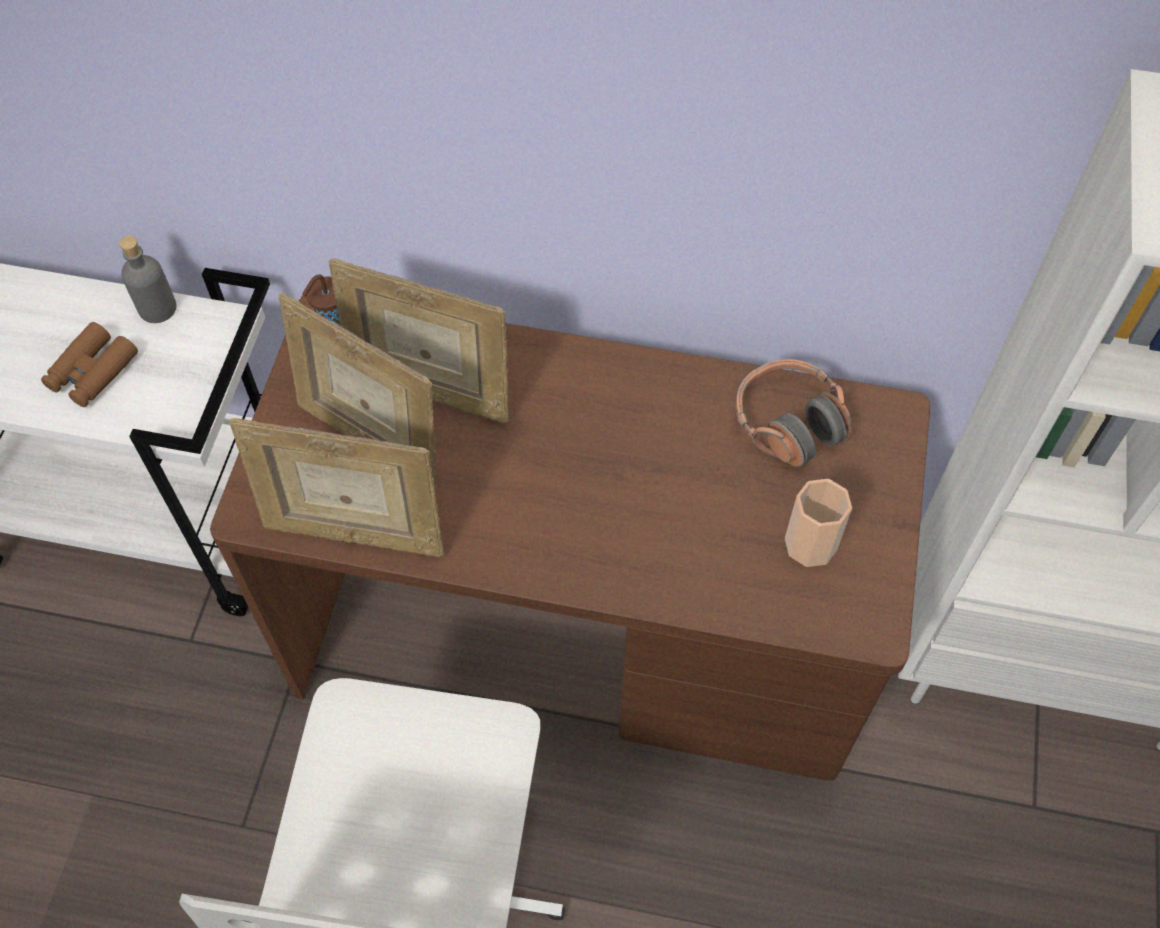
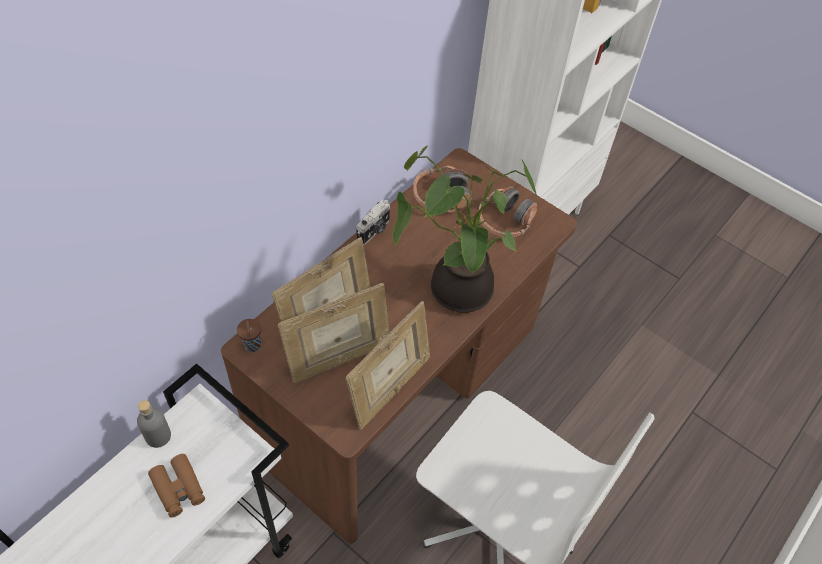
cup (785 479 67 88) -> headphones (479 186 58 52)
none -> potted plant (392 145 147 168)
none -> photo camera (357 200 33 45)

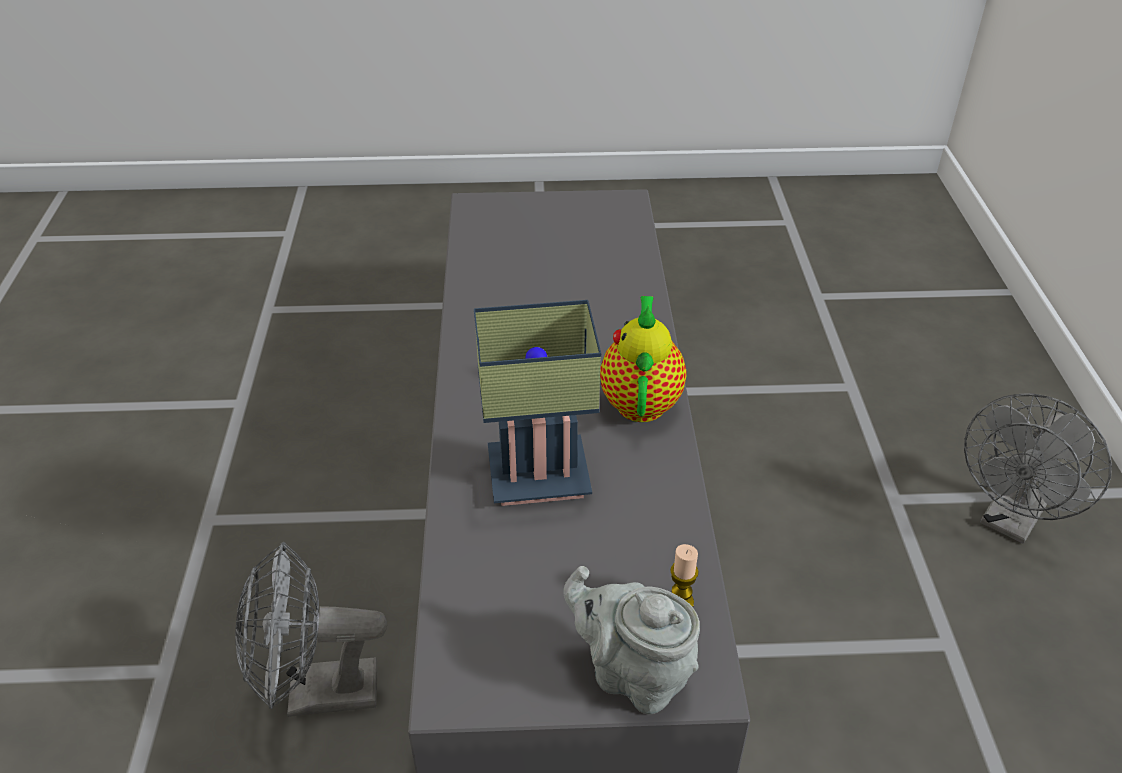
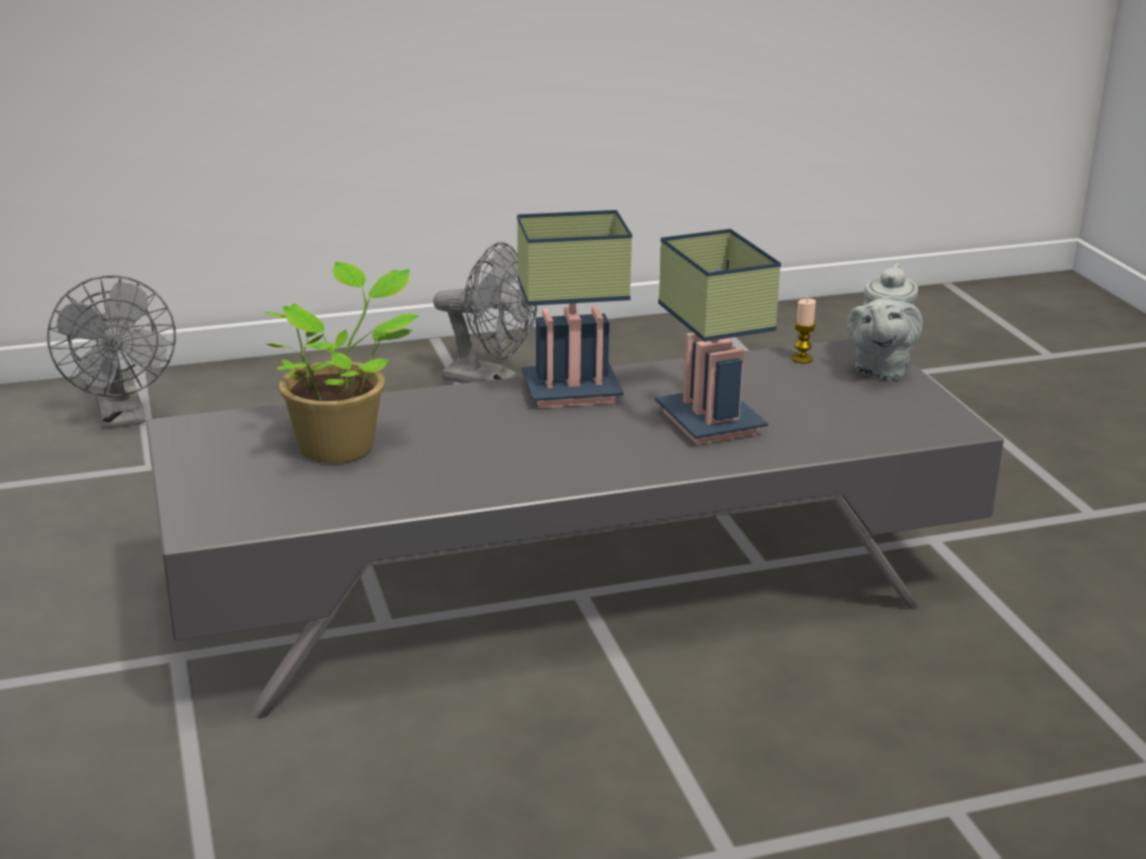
teapot (600 296 87 126) -> table lamp (517 210 115 198)
fan (grey) (235 542 152 175) -> fan (grey) (47 275 129 154), moved
none -> potted plant (264 262 156 201)

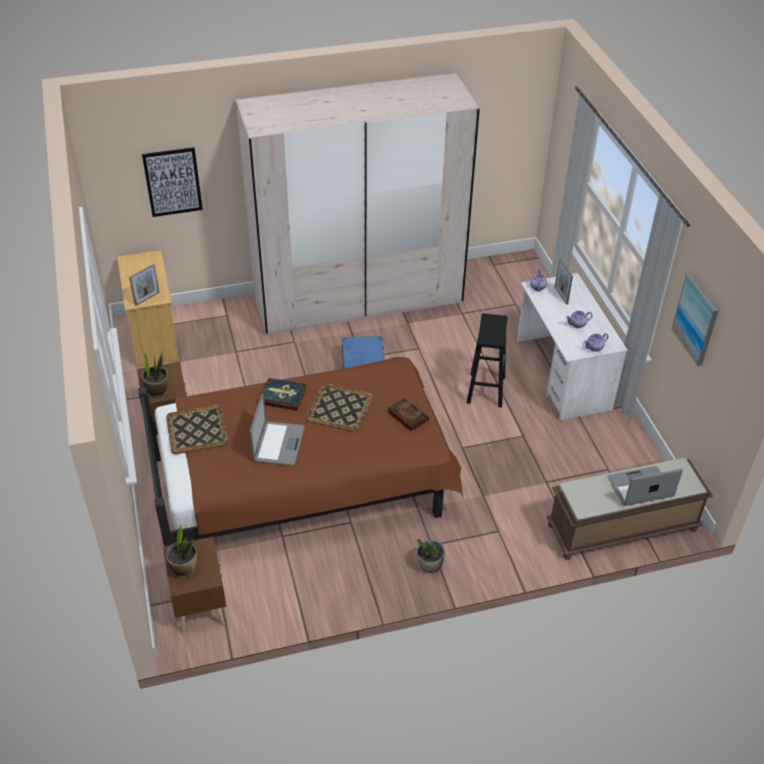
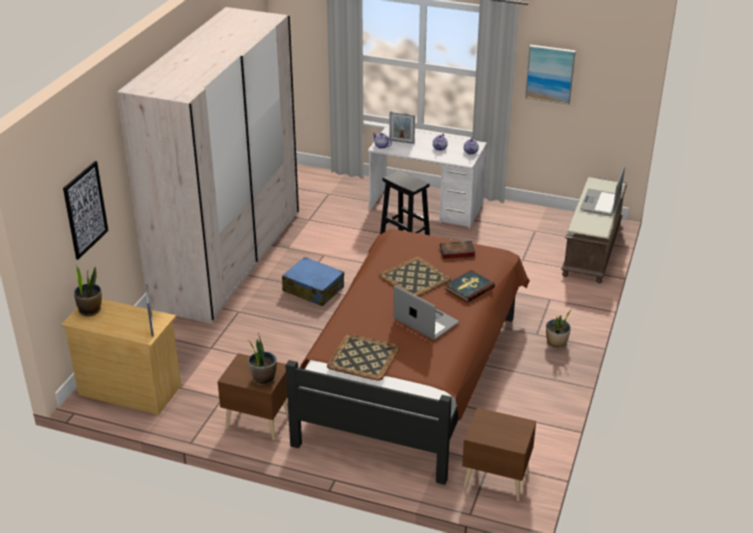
book (259 378 47 32) -> book (445 270 50 33), moved
potted plant (166 524 31 54) -> potted plant (74 265 28 51), moved

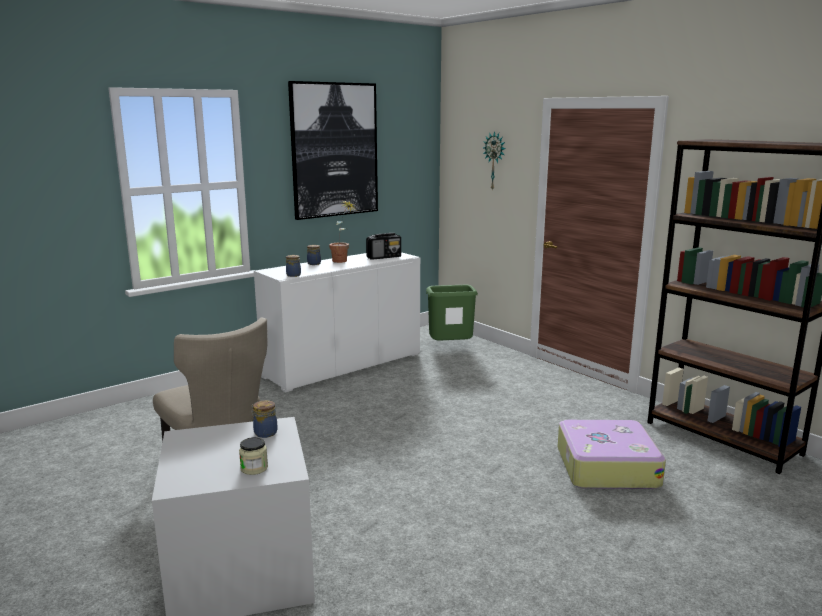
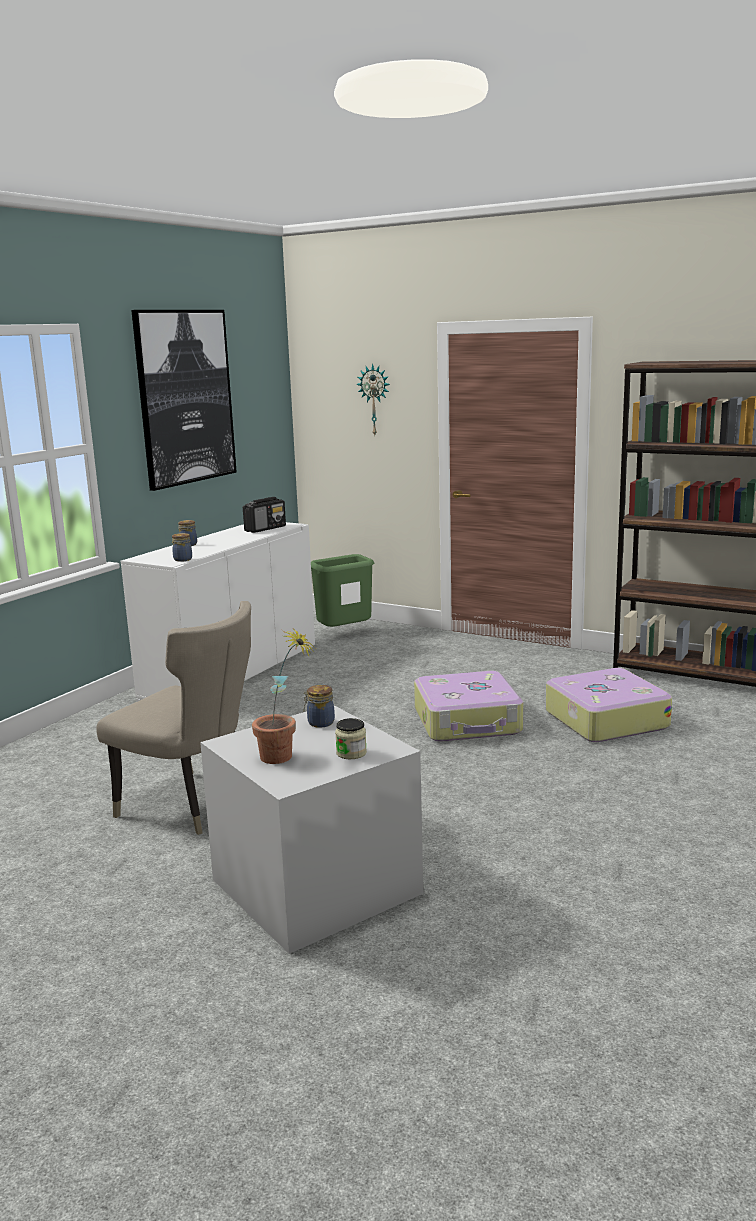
potted plant (329 200 26 63) -> potted plant (252 630 65 134), moved
none -> suitcase (414 671 109 70)

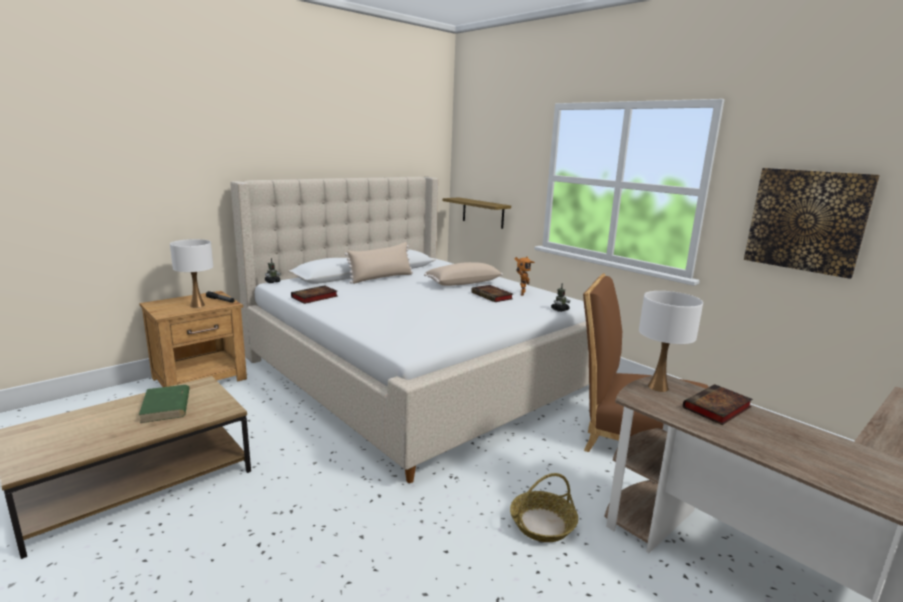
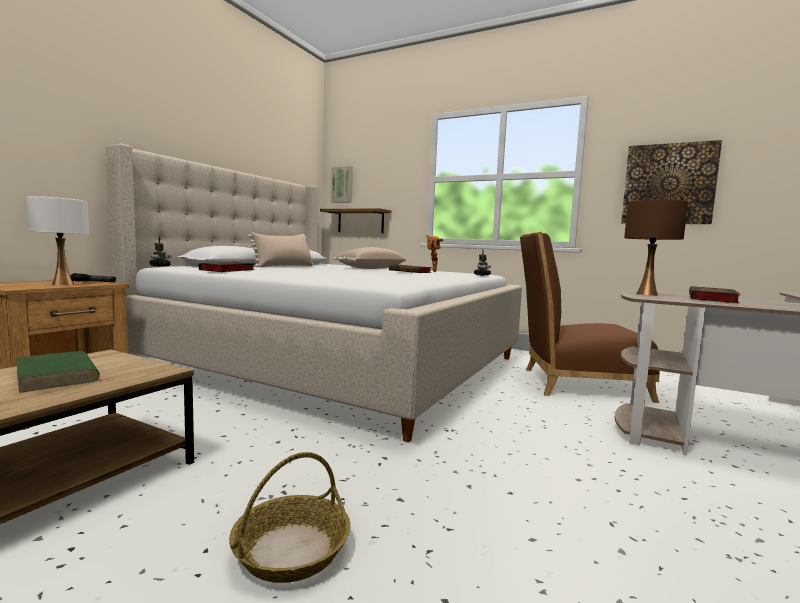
table lamp (white) (639 291 64 101) -> table lamp (brown) (624 199 64 97)
basket (510 473 68 69) -> basket (229 452 121 131), moved
none -> picture (331 166 22 37)

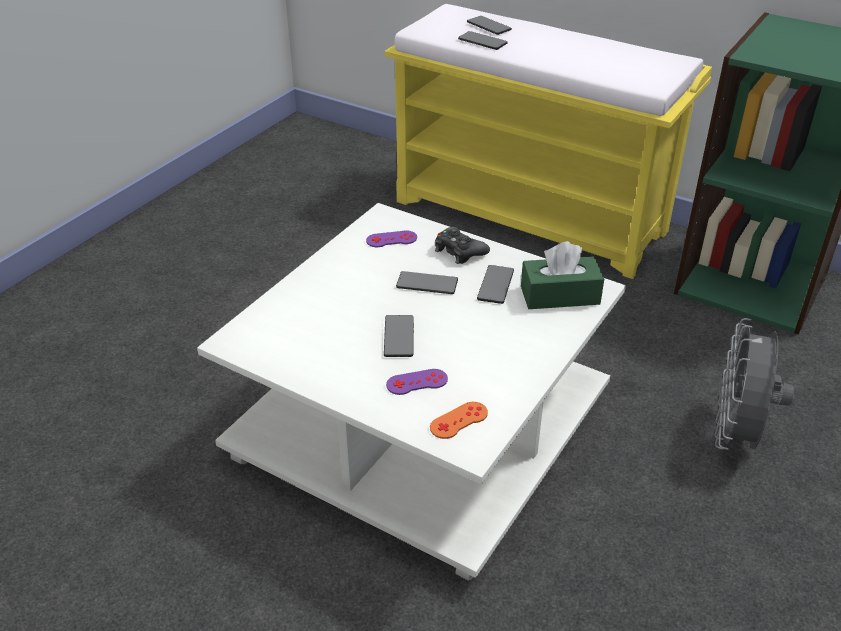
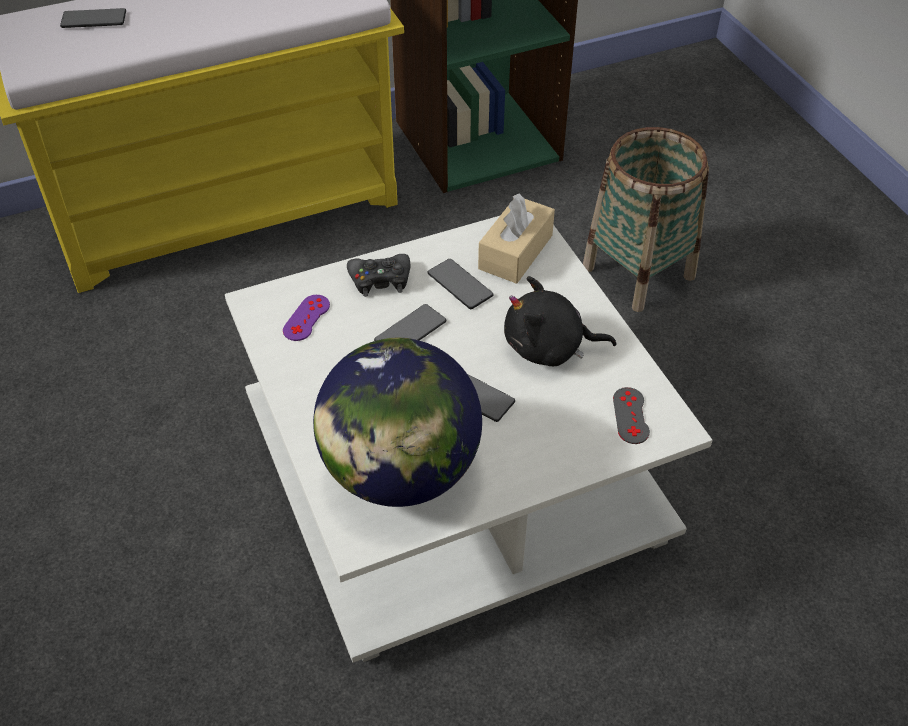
phone (458 31 50 19) -> none
tissue box (green) (521 241 83 68) -> tissue box (beige) (478 193 77 91)
fan (grey) (714 318 80 132) -> basket (583 127 126 185)
game controller (purple) (386 369 62 26) -> none
game controller (orange) (430 402 58 37) -> game controller (grey) (613 387 37 57)
none -> plush toy (black) (504 276 112 90)
none -> globe (313 338 169 169)

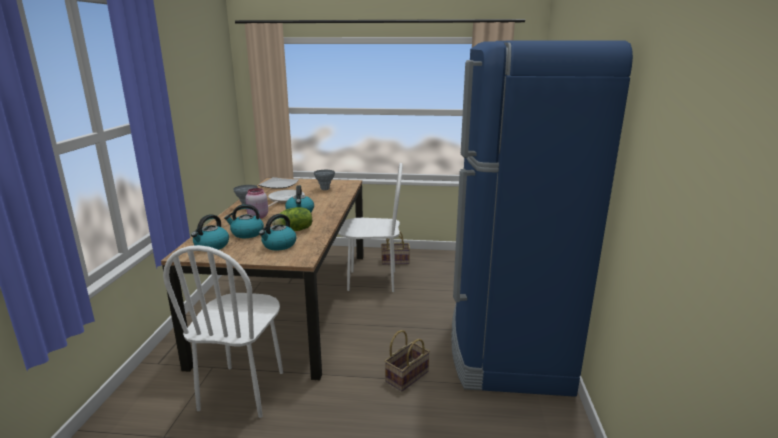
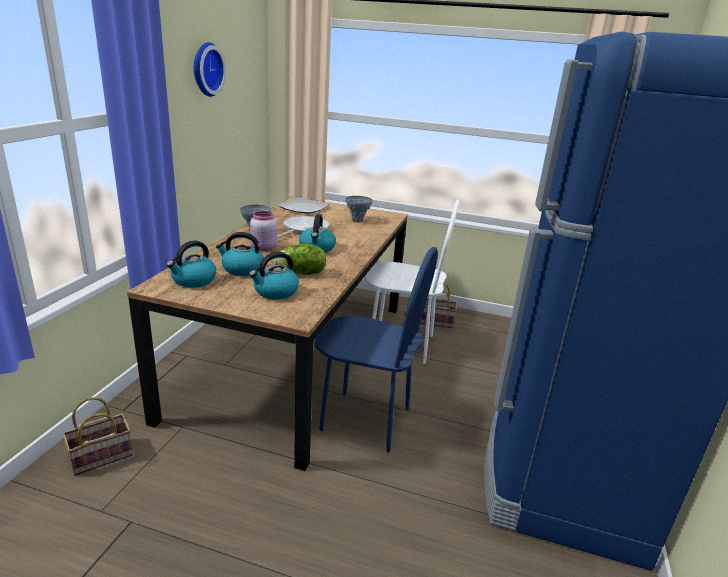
chair (white) (163 245 120 173) -> none
basket (385 330 45 61) -> basket (62 397 71 79), moved
none -> wall clock (194 42 32 55)
none -> chair (blue) (315 247 123 205)

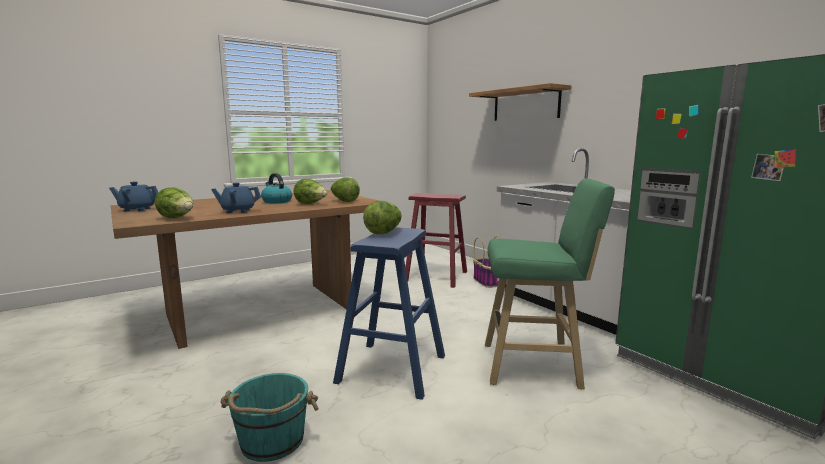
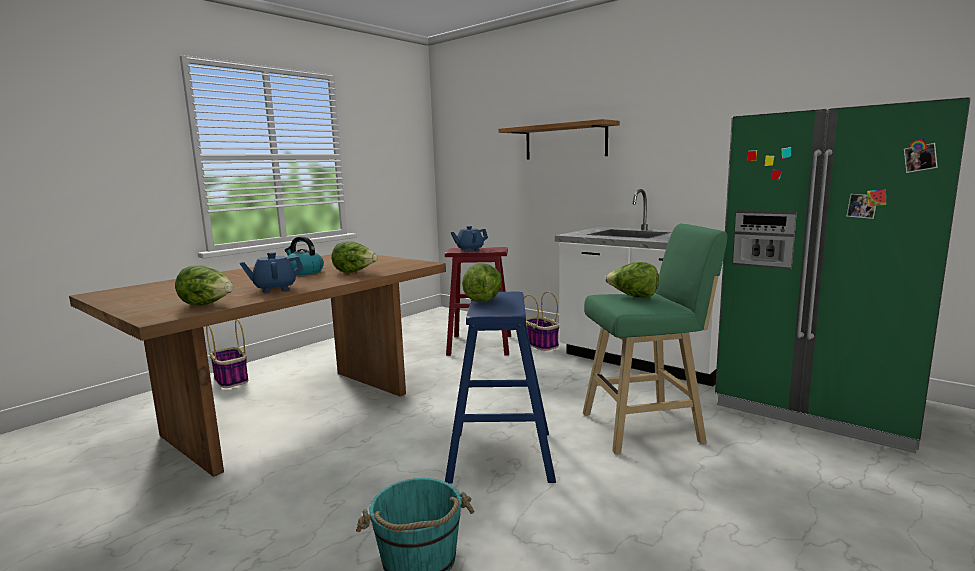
lettuce (331 177 29 25) -> lettuce (605 262 54 36), moved
teapot (blue) (109 182 49 29) -> teapot (blue) (451 226 37 26), moved
none -> basket (206 319 42 69)

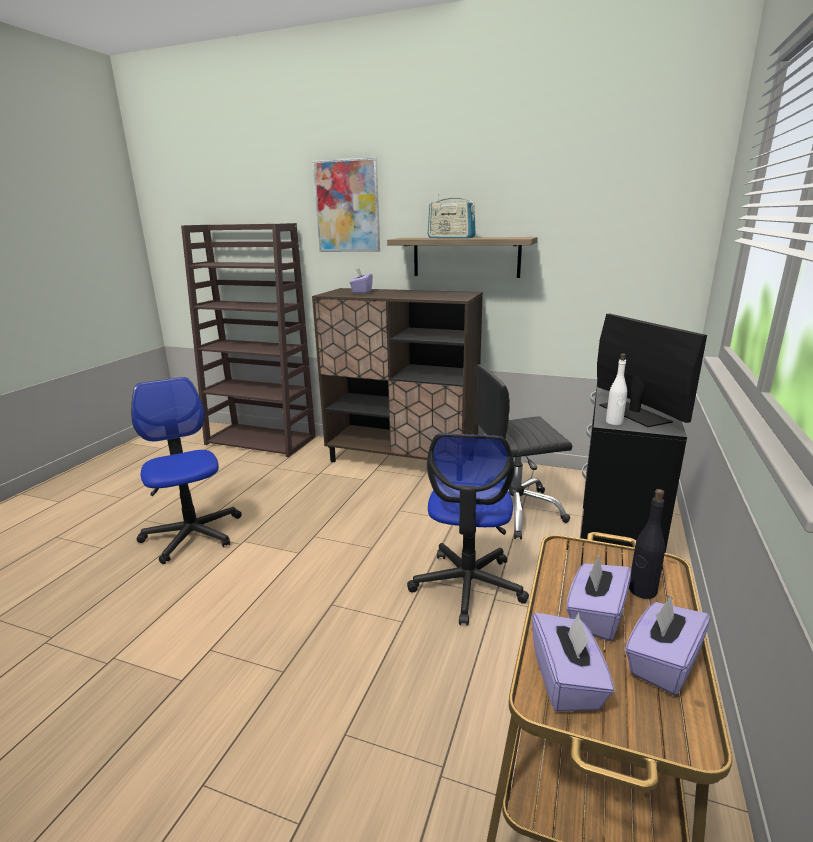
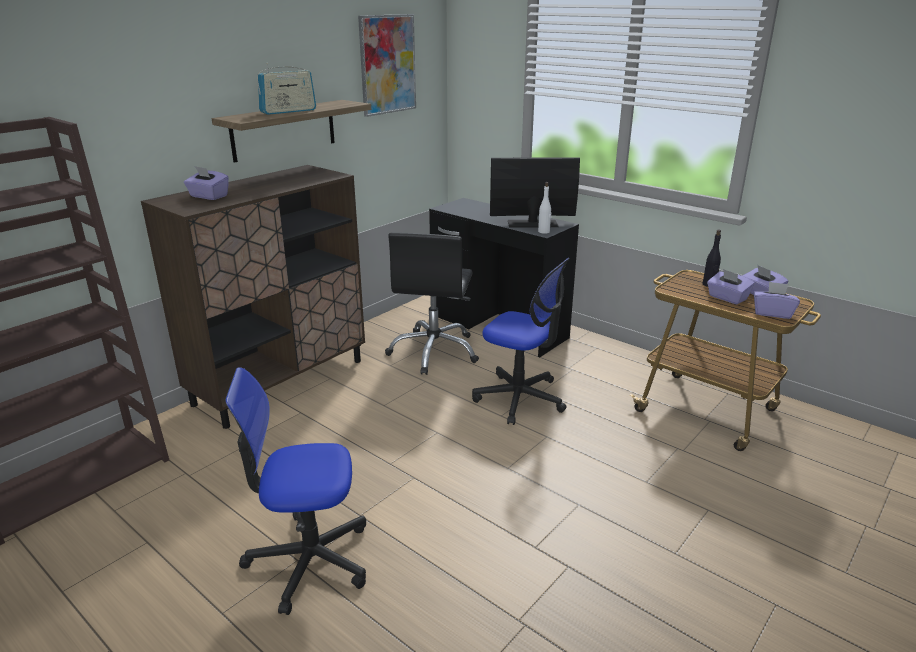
picture (313 157 67 95) -> picture (358 14 58 103), moved

